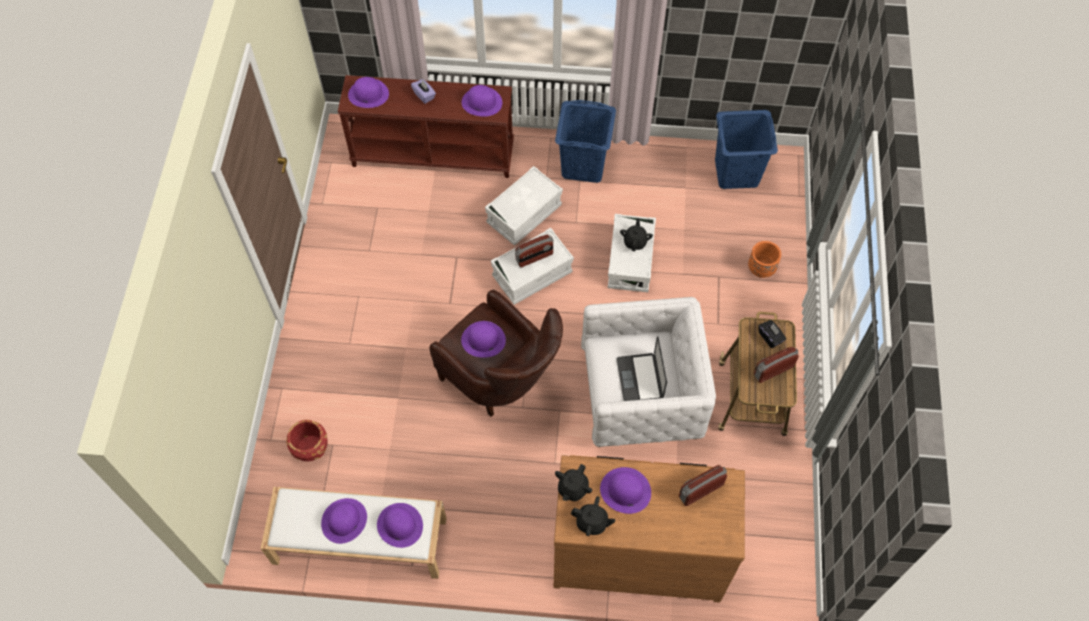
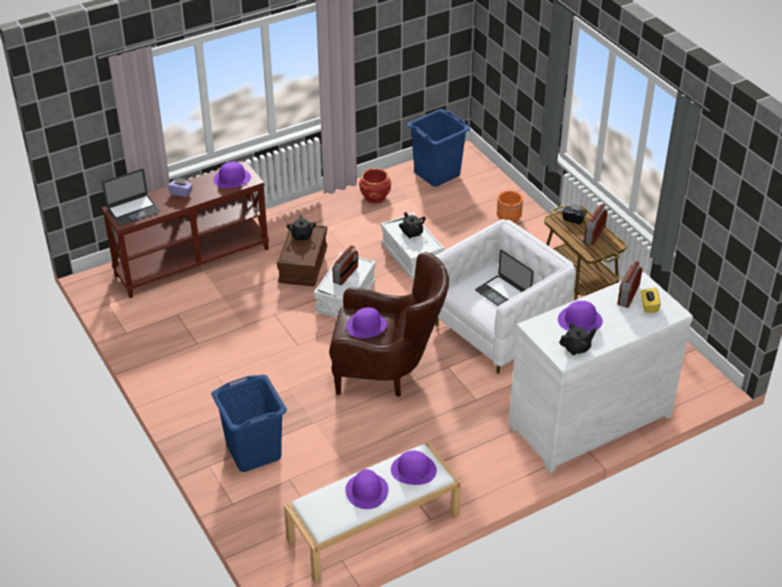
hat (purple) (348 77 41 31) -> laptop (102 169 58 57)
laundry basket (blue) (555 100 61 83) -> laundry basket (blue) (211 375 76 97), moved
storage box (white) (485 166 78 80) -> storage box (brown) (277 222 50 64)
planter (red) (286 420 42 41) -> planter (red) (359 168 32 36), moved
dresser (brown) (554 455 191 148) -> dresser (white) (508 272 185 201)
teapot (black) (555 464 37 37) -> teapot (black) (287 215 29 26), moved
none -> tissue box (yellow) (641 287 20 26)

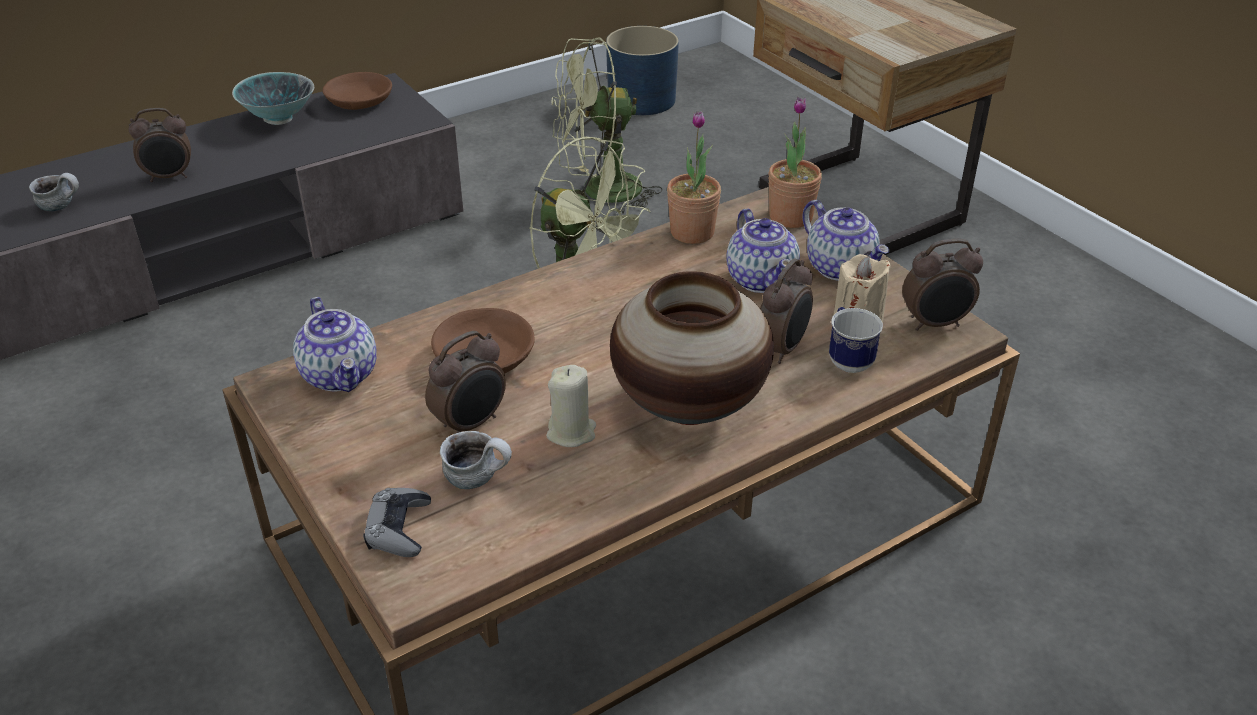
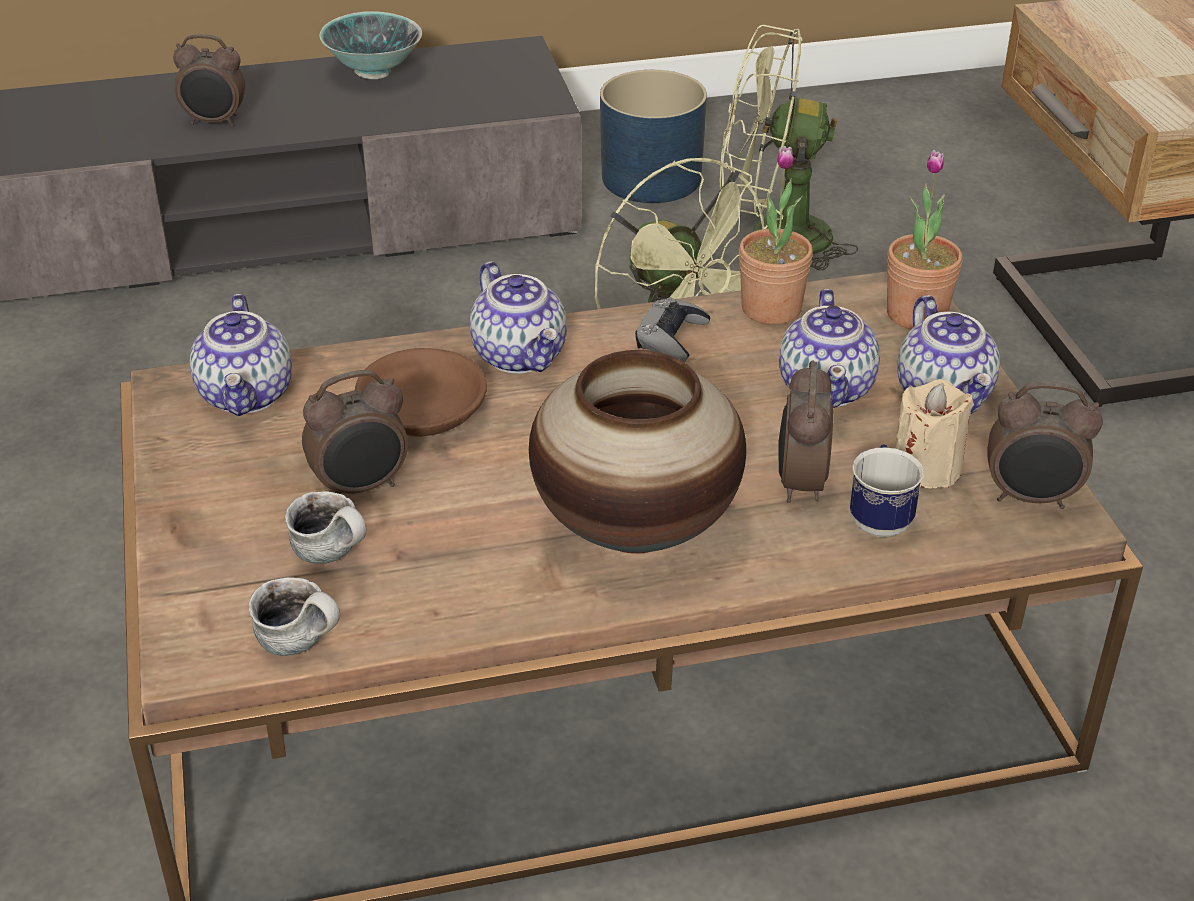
planter (blue) (606 26 73 89) -> planter (blue) (600 70 107 133), moved
bowl (brown) (322 72 70 38) -> none
mug (29 173 50 38) -> mug (249 577 91 79), moved
alarm clock (760 258 53 106) -> alarm clock (779 361 54 142), 135 degrees clockwise
candle (beige) (546 365 50 82) -> none
game controller (grey) (363 488 68 69) -> game controller (grey) (635 298 75 64), moved
none -> teapot (470 261 97 113)

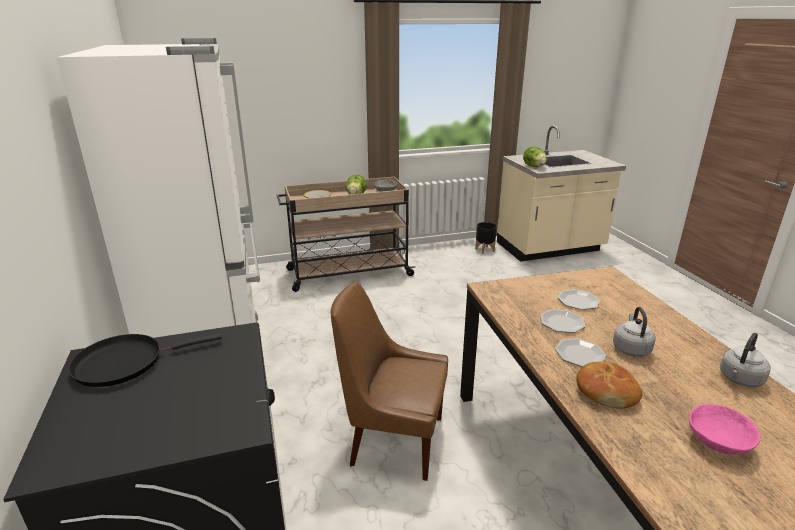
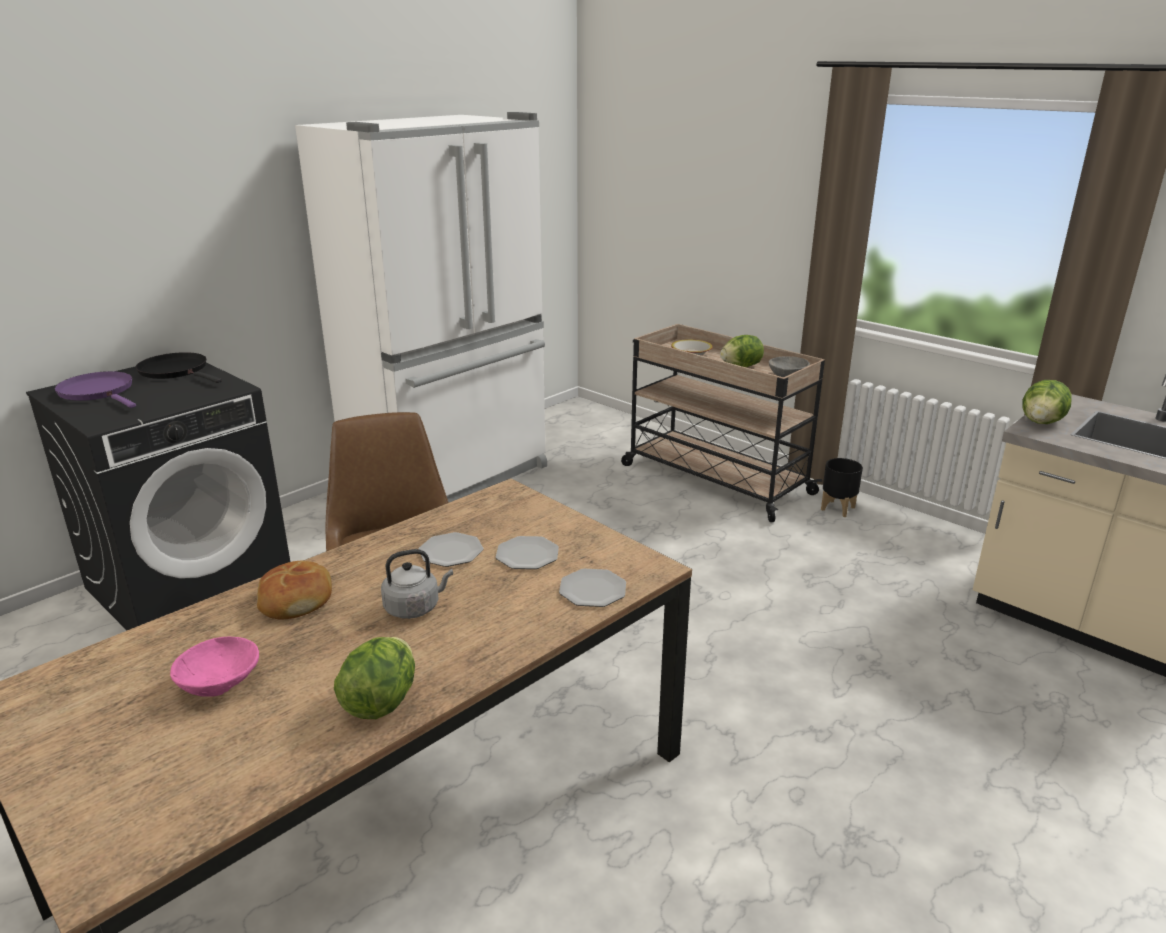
planter (black) (475 222 22 32) -> planter (black) (821 458 42 59), moved
kettle (grey) (720 333 51 54) -> lettuce (334 637 81 82)
plate (555 338 52 29) -> plate (559 569 67 38), moved
none -> frying pan (purple) (55 371 81 37)

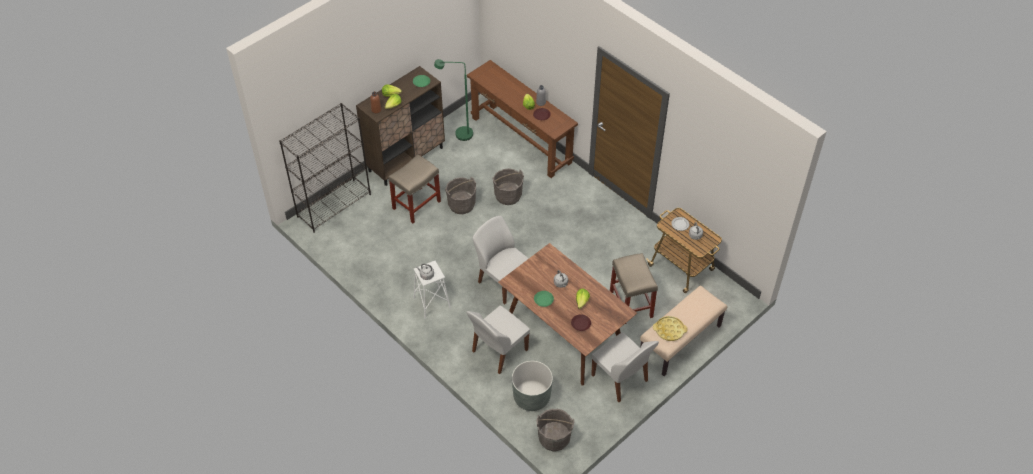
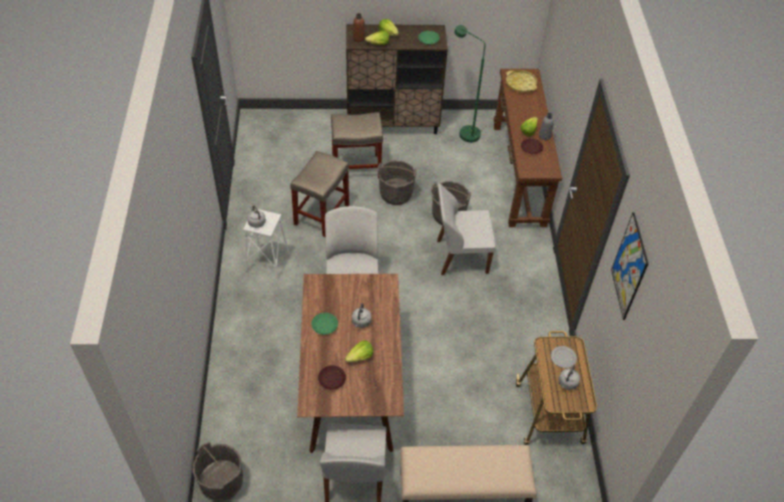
bookcase (black) (279 103 92 130) -> none
stool (beige) (610 253 48 71) -> stool (beige) (290 151 59 86), moved
chair (white) (466 305 64 69) -> chair (white) (437 183 58 92), moved
tray (yellow) (653 316 35 25) -> tray (yellow) (506 70 31 22), moved
planter (grey) (512 361 41 50) -> none
none -> picture (611 212 38 108)

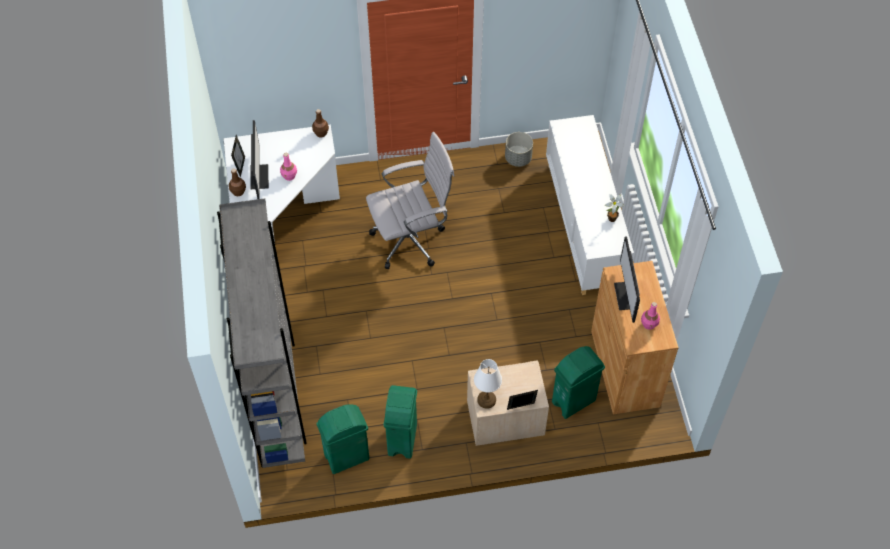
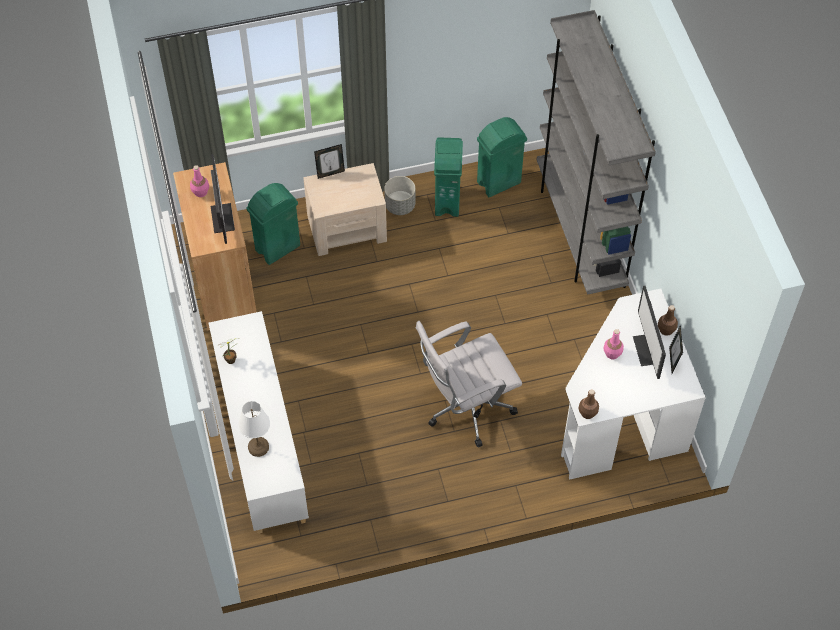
planter (grey) (505 132 28 35) -> planter (grey) (384 176 31 39), moved
table lamp (white) (474 359 28 50) -> table lamp (white) (238 401 32 56), moved

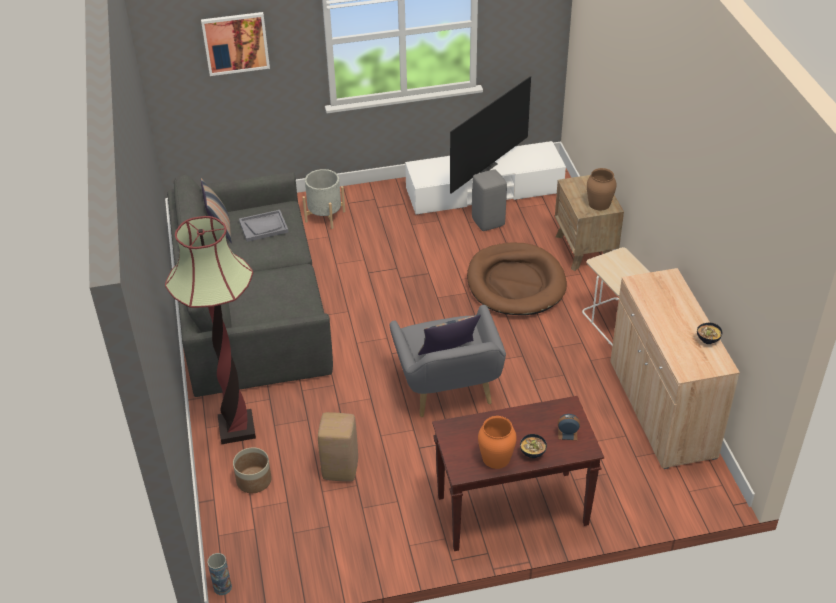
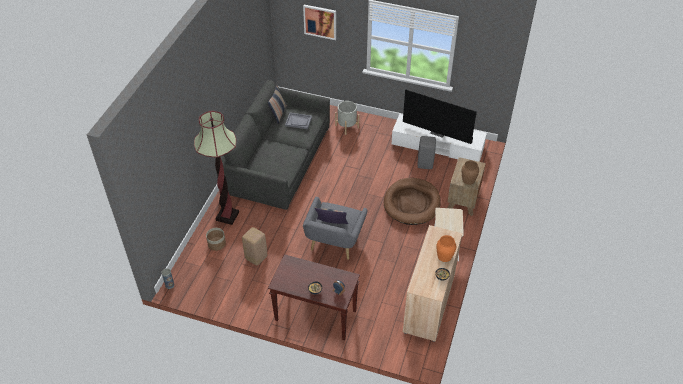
television (450 76 81 118) -> television (403 89 74 55), 45 degrees clockwise
vase (orange) (478 416 39 53) -> vase (orange) (436 235 20 27), moved

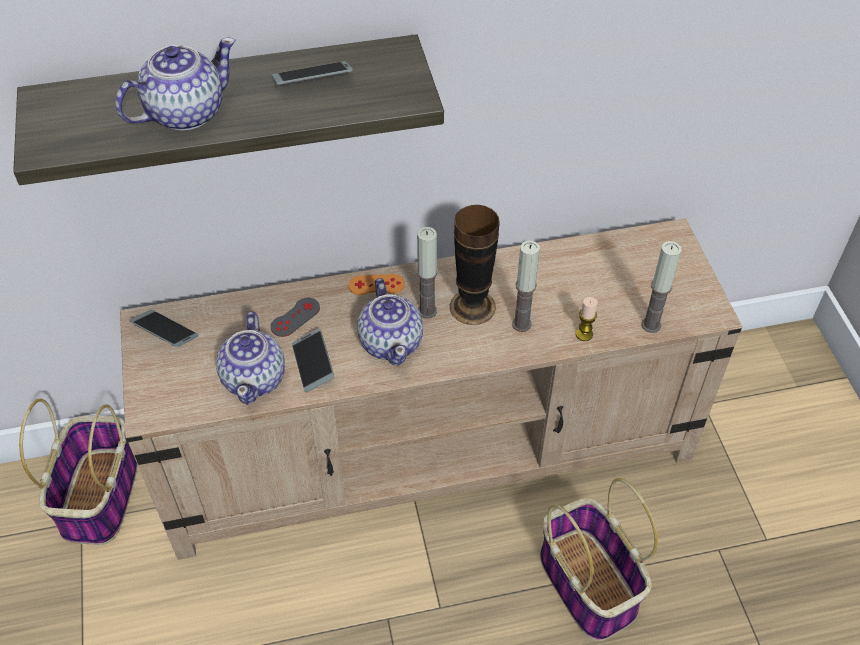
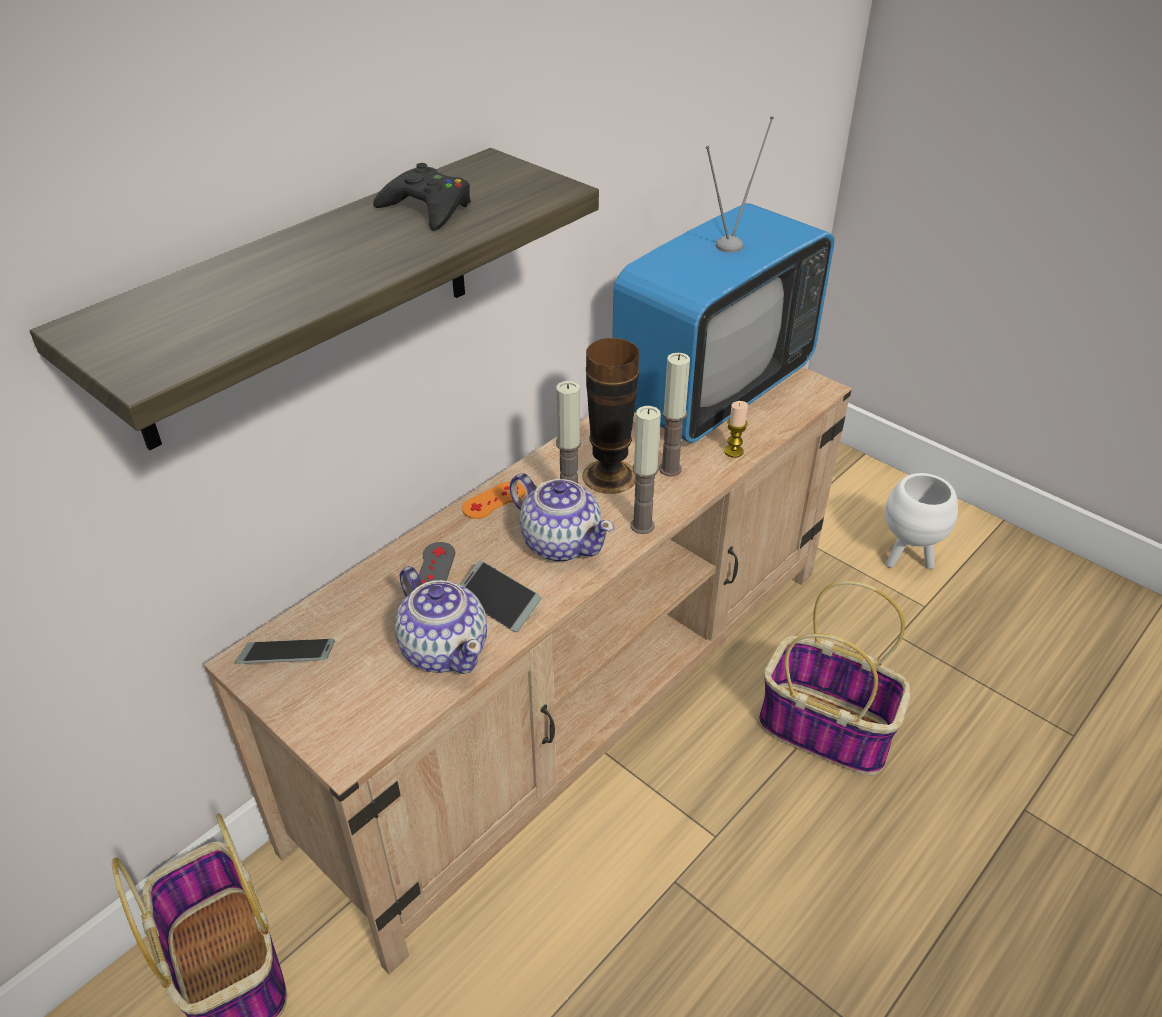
teapot (116 38 120 93) -> none
phone (272 61 81 24) -> game controller (black) (373 163 98 68)
candle (641 241 41 92) -> candle (630 406 31 128), moved
none -> television (612 116 223 327)
none -> planter (white) (885 473 73 96)

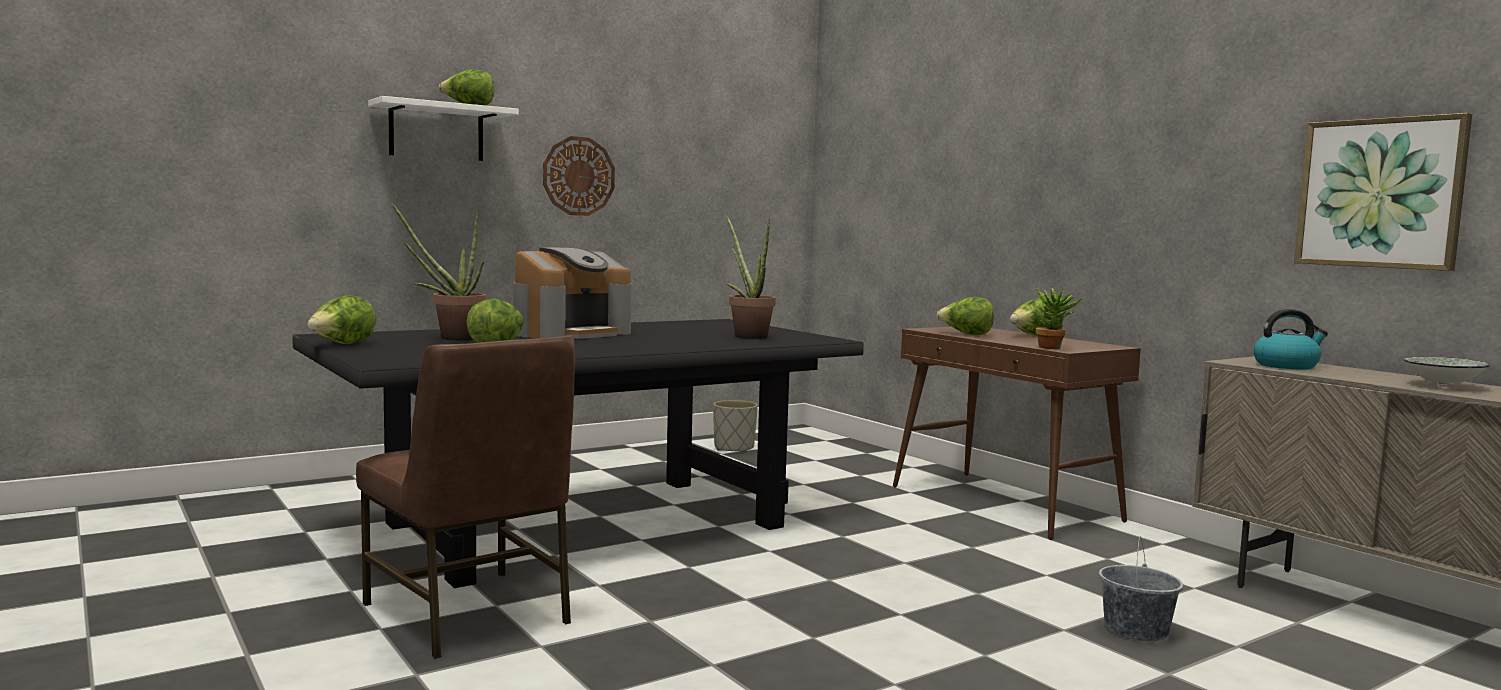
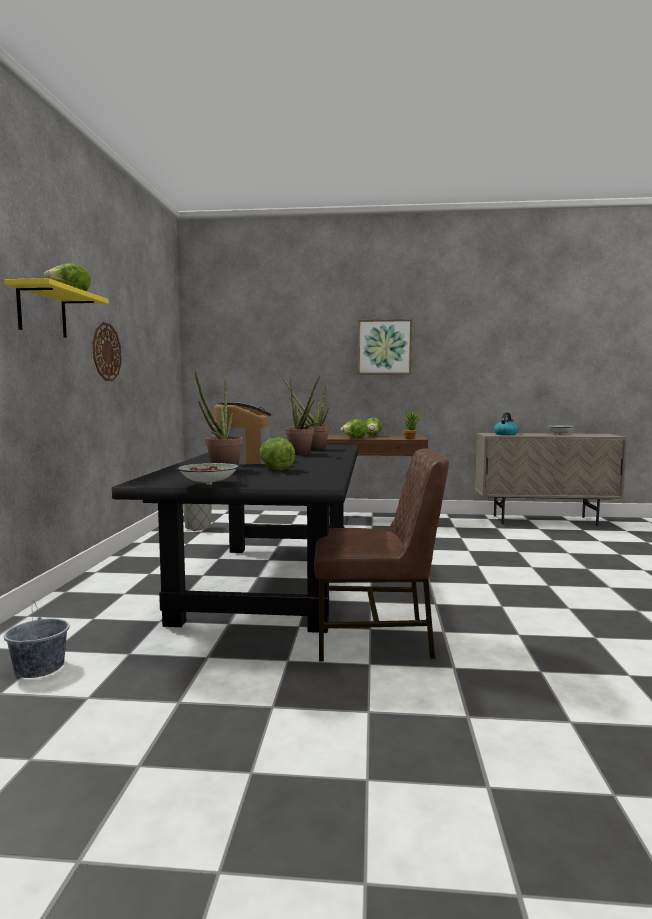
shelf (white) (368 96 151 65) -> shelf (yellow) (4 278 105 60)
picture (1294 113 178 158) -> picture (357 319 55 56), moved
lettuce (308 295 68 49) -> bowl (176 463 64 22)
bucket (grey) (1099 536 84 105) -> bucket (grey) (4 600 66 78), moved
none -> potted plant (285 376 35 79)

